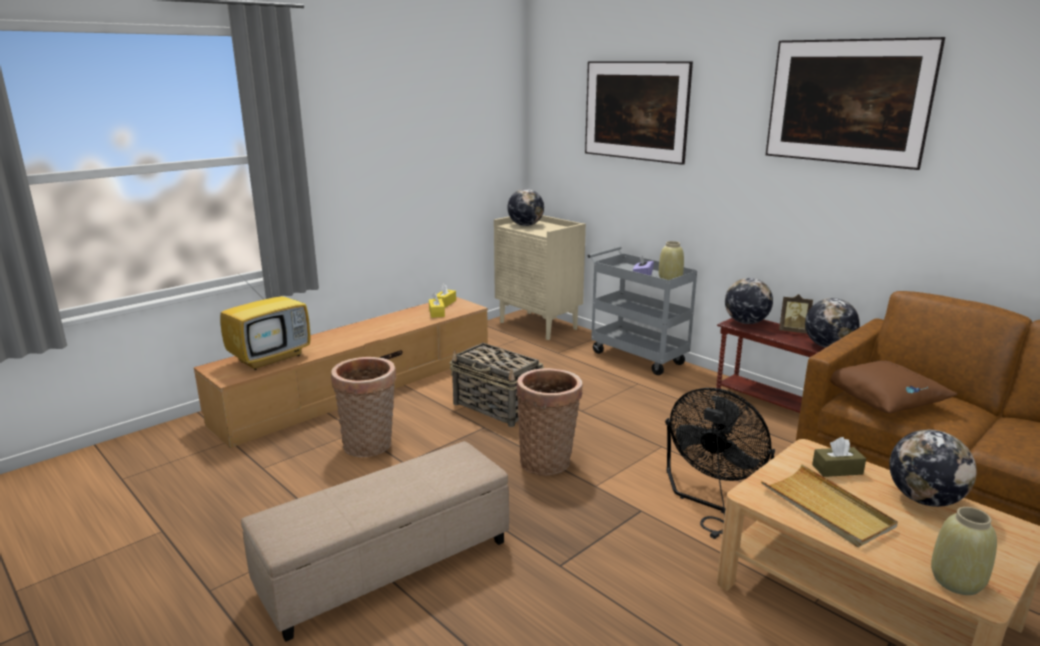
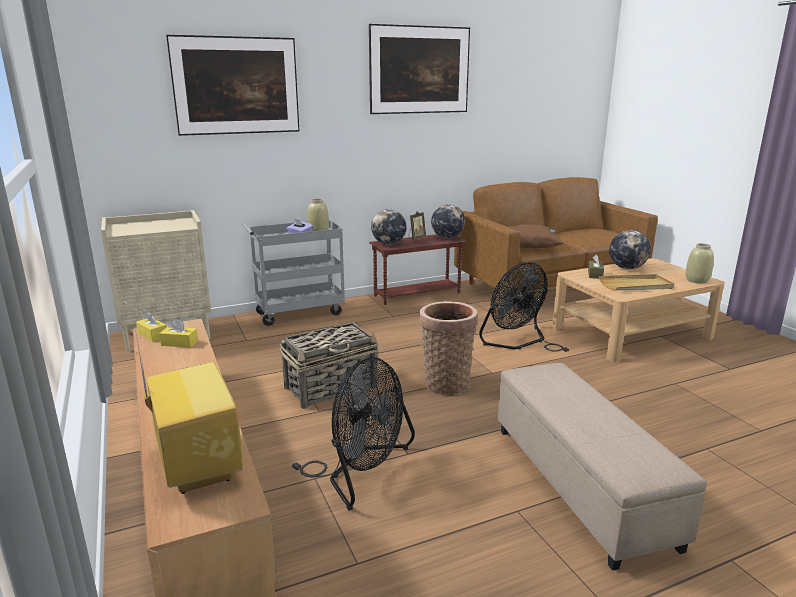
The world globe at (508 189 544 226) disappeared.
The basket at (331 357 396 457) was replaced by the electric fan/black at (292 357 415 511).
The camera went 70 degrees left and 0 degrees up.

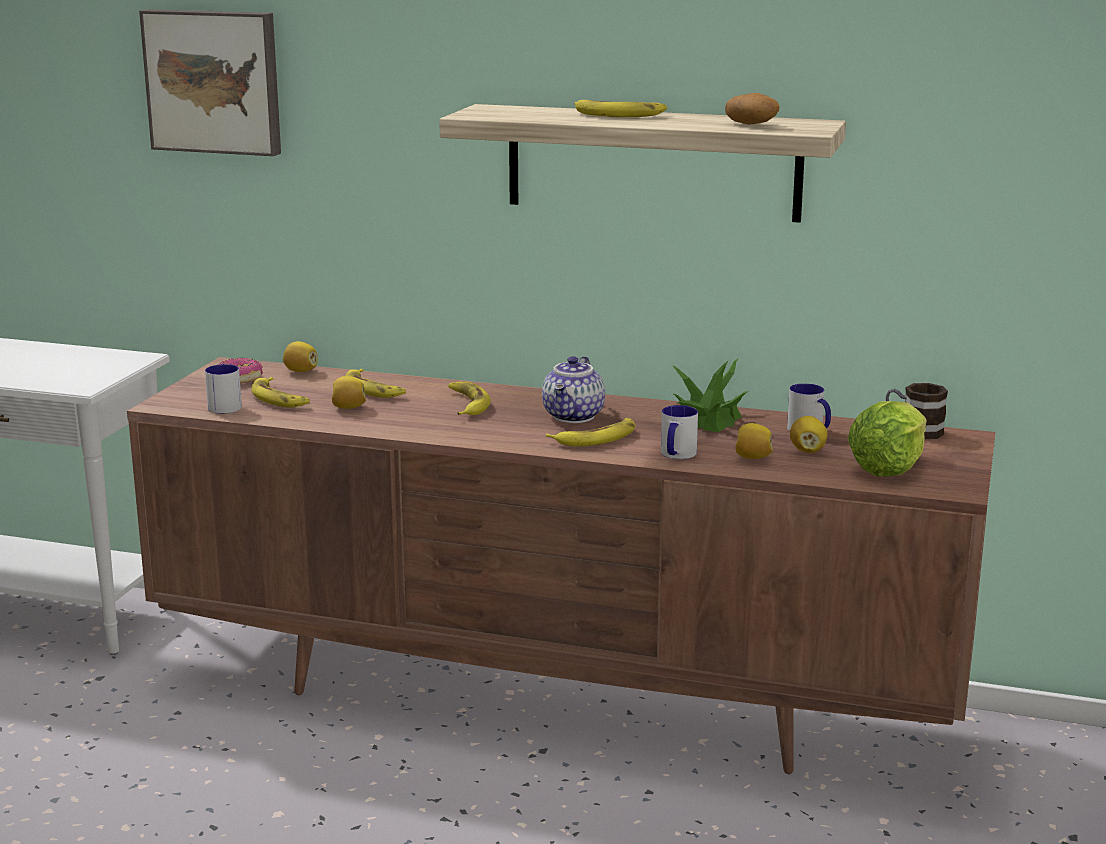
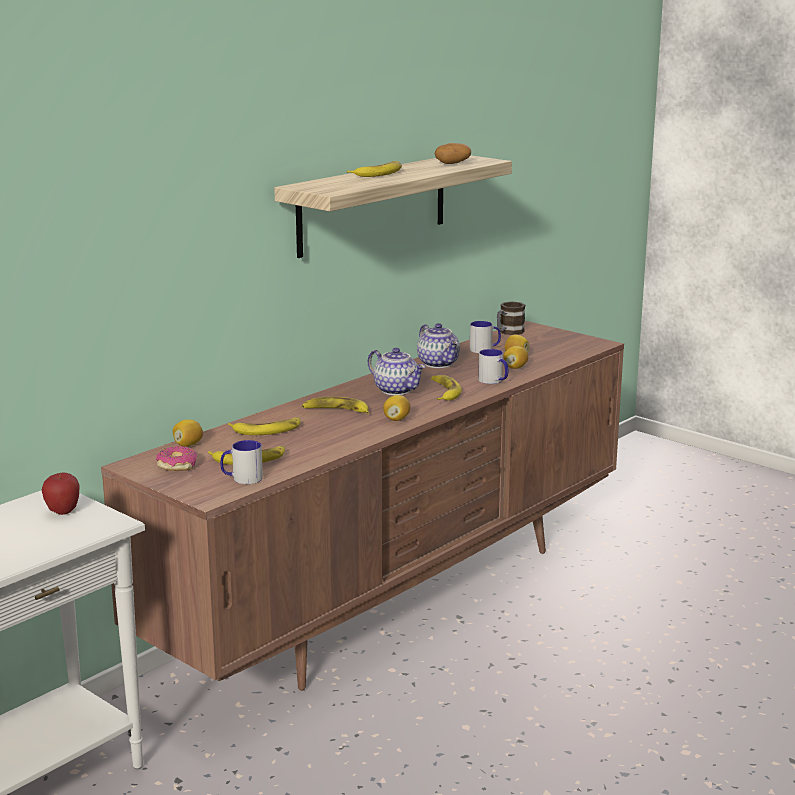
The wall picture at (139 9 281 156) disappeared.
The potted plant at (671 358 749 432) was replaced by the teapot at (417 323 460 368).
The lemon moved from (332 376 366 409) to (383 395 410 421).
The head of lettuce at (848 401 927 477) disappeared.
The apple fruit at (42 472 80 515) appeared.
The camera went 65 degrees left and 0 degrees up.

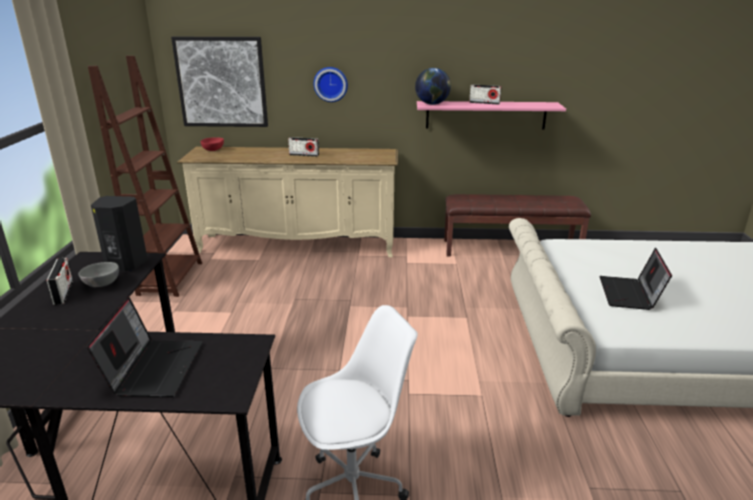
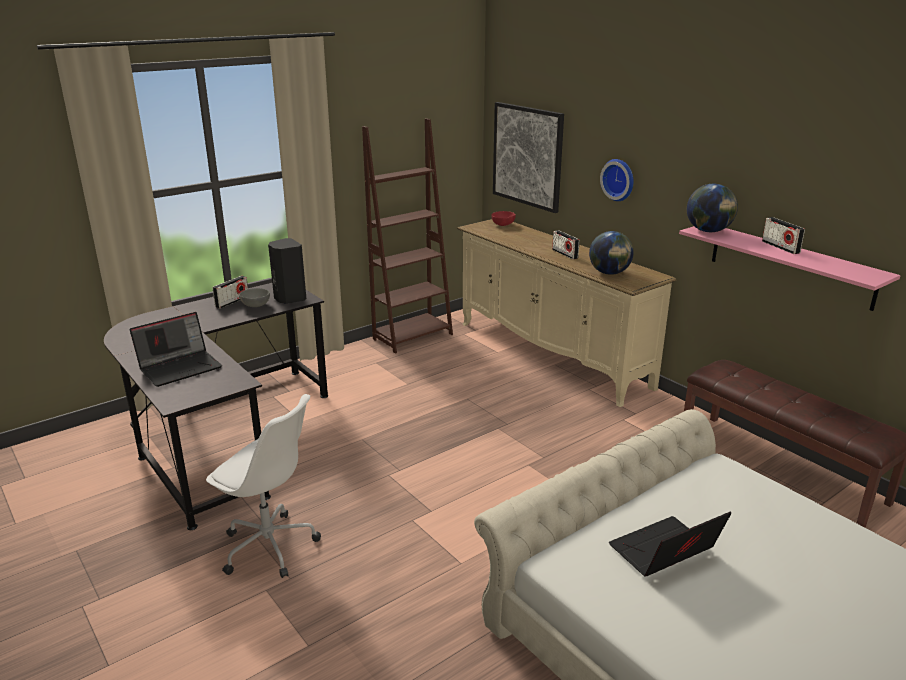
The world globe at (589 231 634 275) appeared.
The camera went 50 degrees right and 0 degrees up.

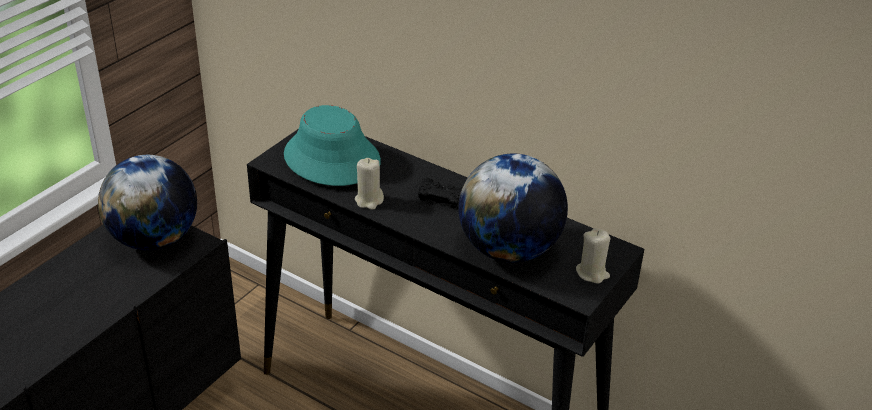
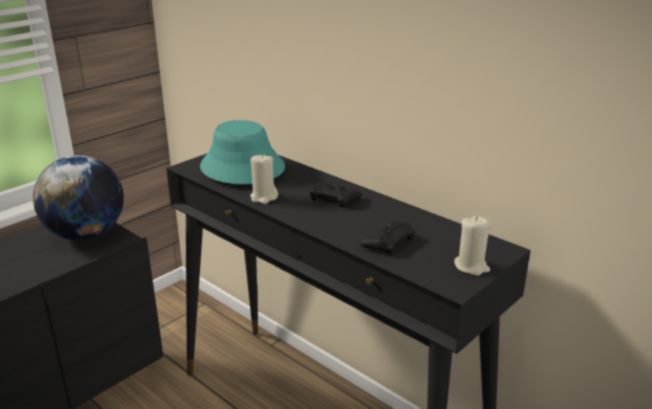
The world globe at (458 153 568 263) was replaced by the gamepad/black at (360 221 415 255).
The camera went 10 degrees right and 10 degrees down.

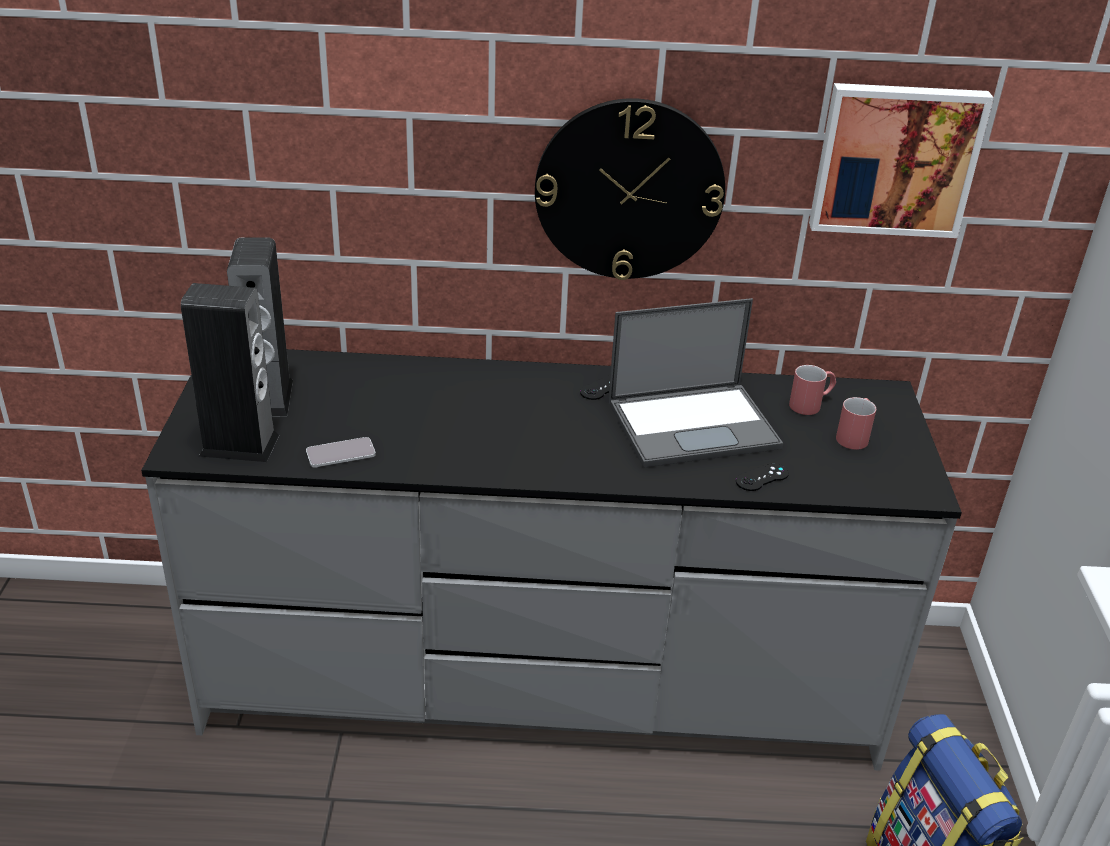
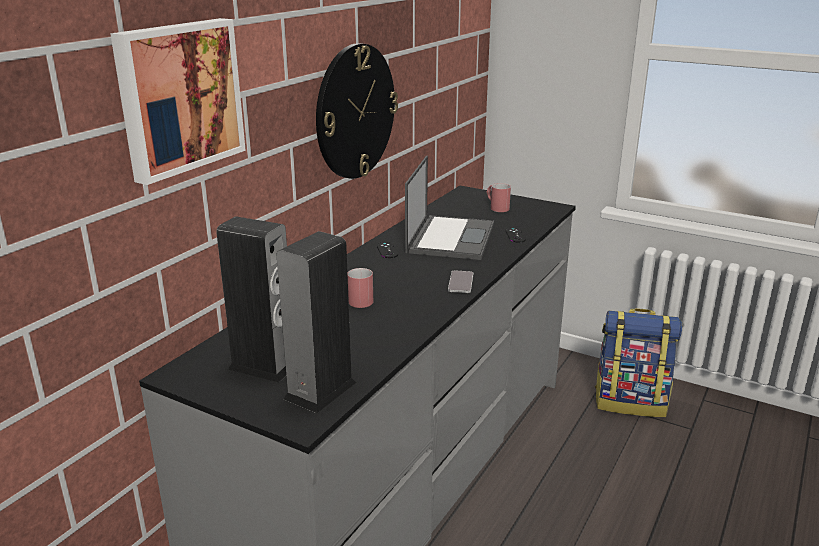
The wall picture moved from (809 83 994 238) to (110 18 246 185).
The mug/red-coloured moved from (789 365 836 415) to (347 268 373 308).
The handset moved from (306 437 376 468) to (448 271 473 293).
The camera went 60 degrees left and 10 degrees down.

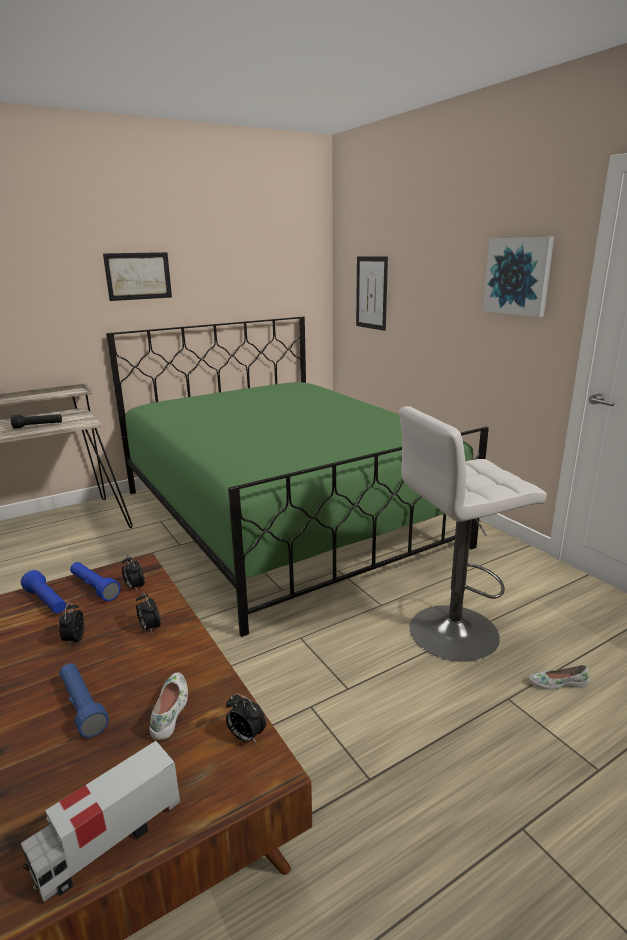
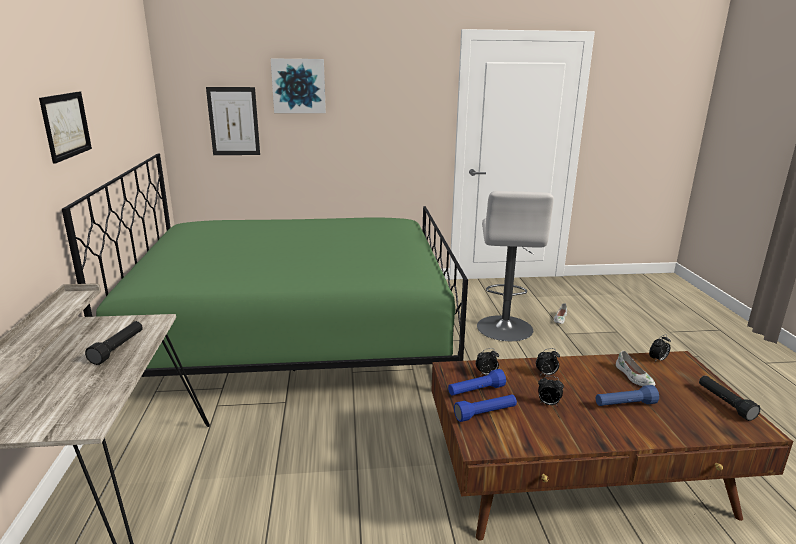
The wall picture moved from (483 237 554 317) to (271 58 326 113).
The shoe/white at (149 673 188 740) turned 135 degrees counterclockwise.
The model truck at (21 741 180 902) was replaced by the hand torch/black at (699 375 761 421).
The camera went 65 degrees left and 0 degrees up.

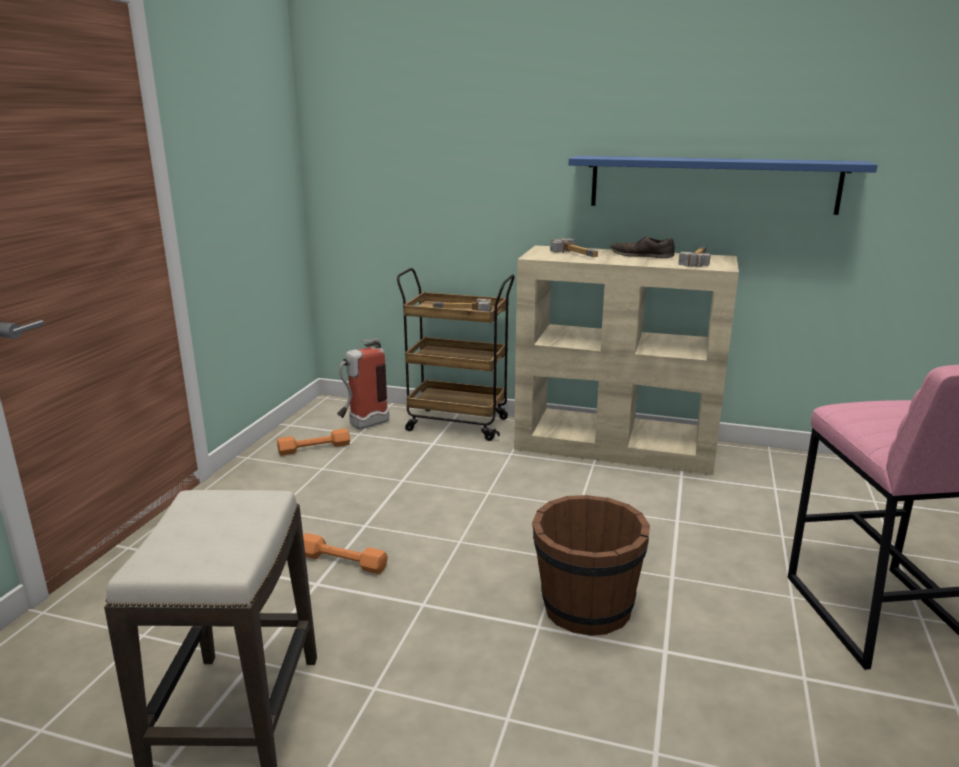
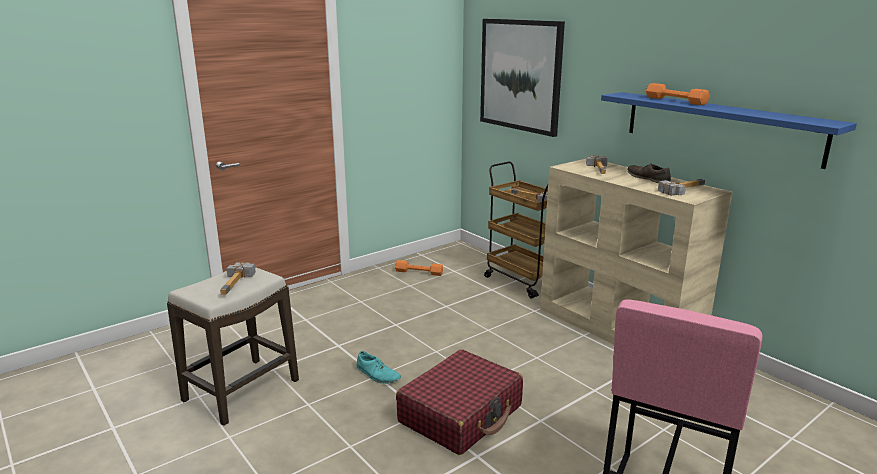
The fire-fighting cylinder at (337 338 390 429) disappeared.
The bucket/brown at (532 495 650 636) was replaced by the travel case/red-coloured at (396 349 523 455).
The free weight/orange-coloured moved from (303 533 388 574) to (646 83 710 105).
The wall picture at (480 19 565 137) appeared.
The hand hammer at (220 262 256 295) appeared.
The shoe/blue-green at (357 351 401 384) appeared.
The camera went 35 degrees right and 0 degrees up.

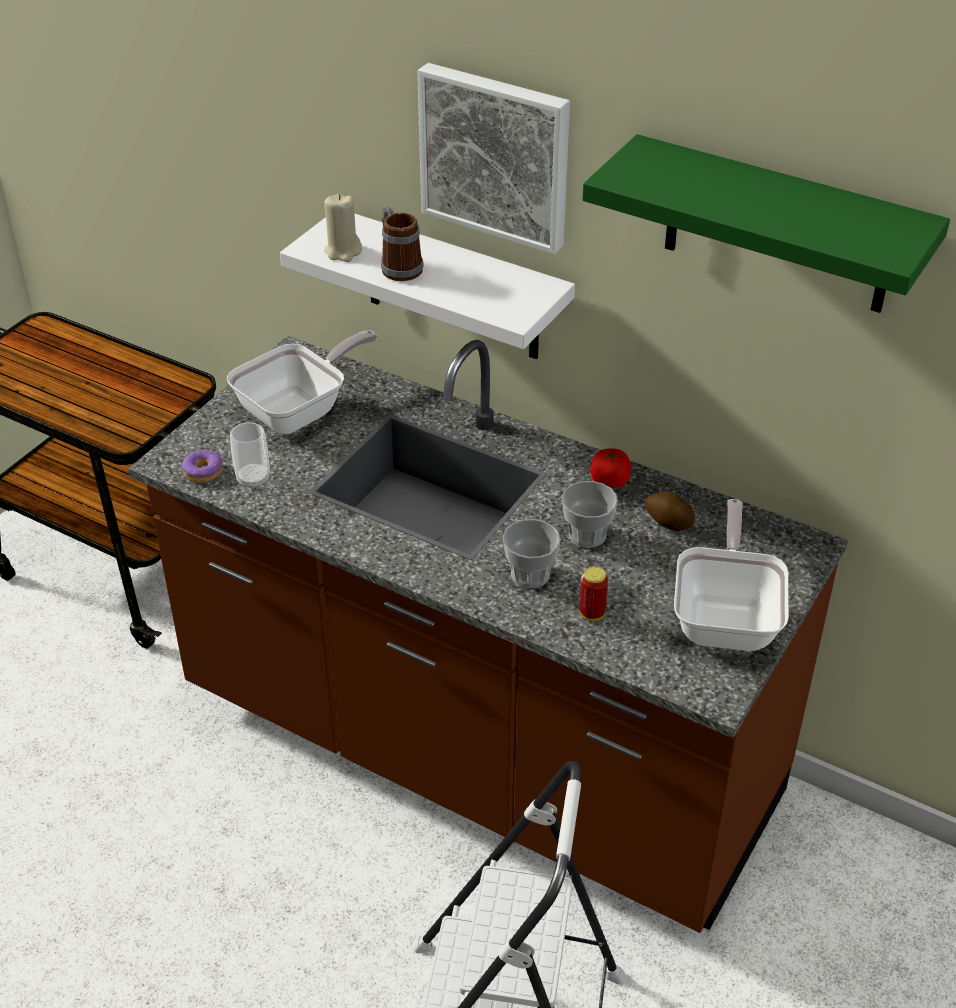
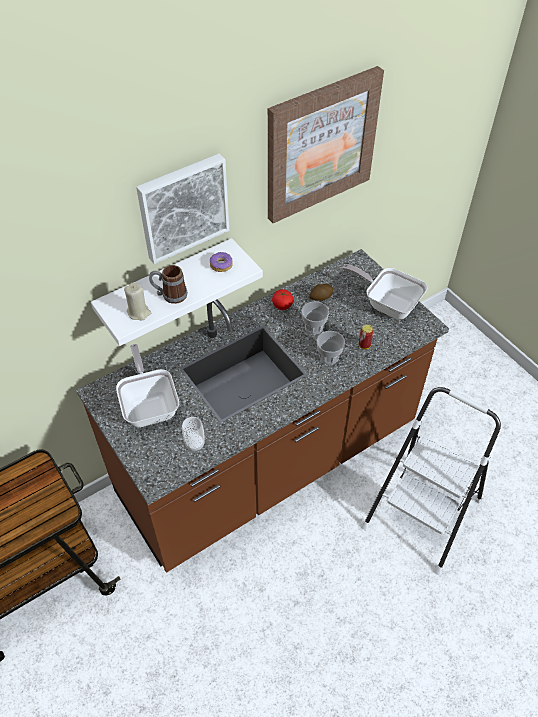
The bracket shelf/green-coloured at (582 134 950 313) was replaced by the wall picture at (268 66 384 223).
The donut moved from (182 450 222 483) to (210 252 233 272).
The camera went 65 degrees left and 10 degrees up.

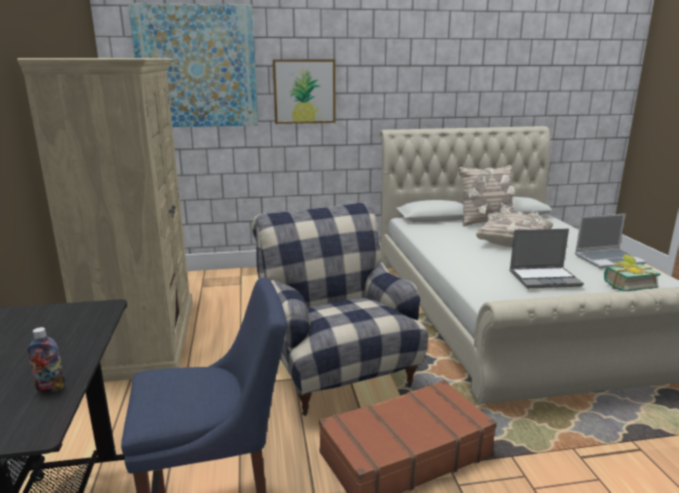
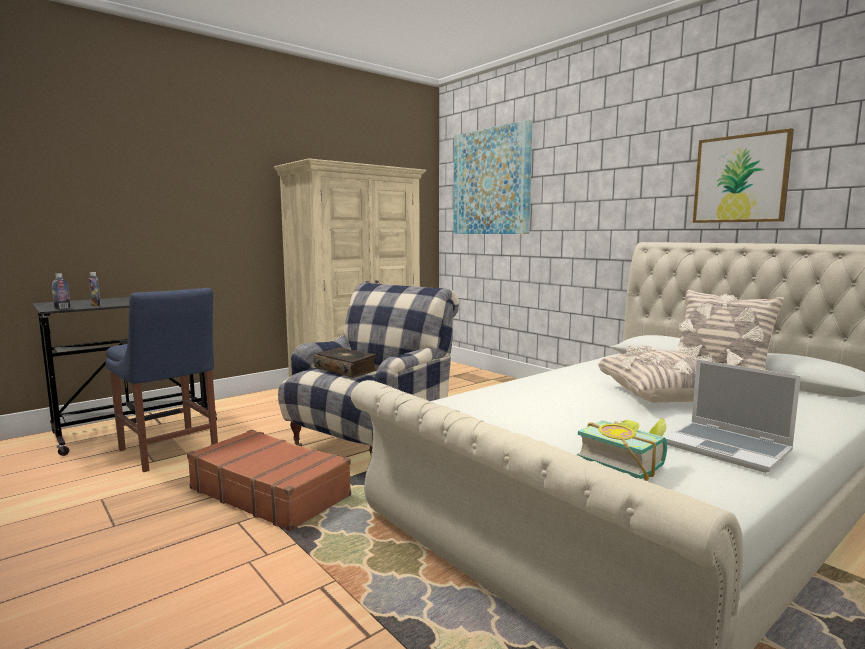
The wall picture moved from (273 59 336 124) to (693 128 794 223).
The notebook computer at (509 229 584 288) disappeared.
The bottle at (52 274 71 309) appeared.
The book at (314 347 377 378) appeared.
The camera went 60 degrees right and 10 degrees down.

